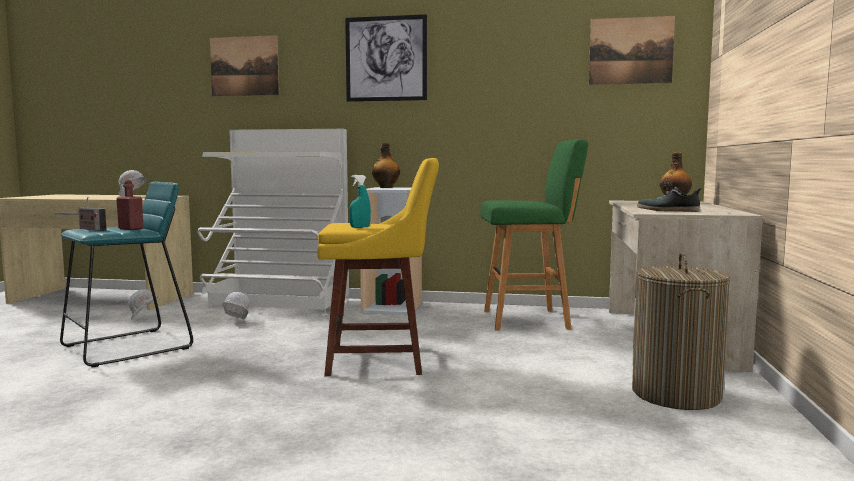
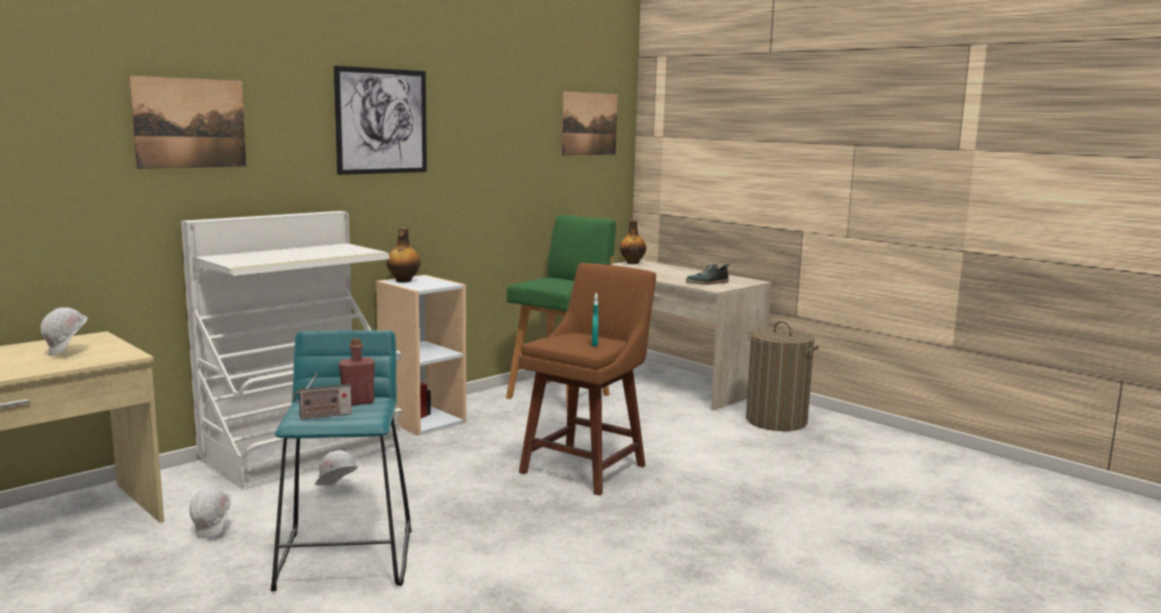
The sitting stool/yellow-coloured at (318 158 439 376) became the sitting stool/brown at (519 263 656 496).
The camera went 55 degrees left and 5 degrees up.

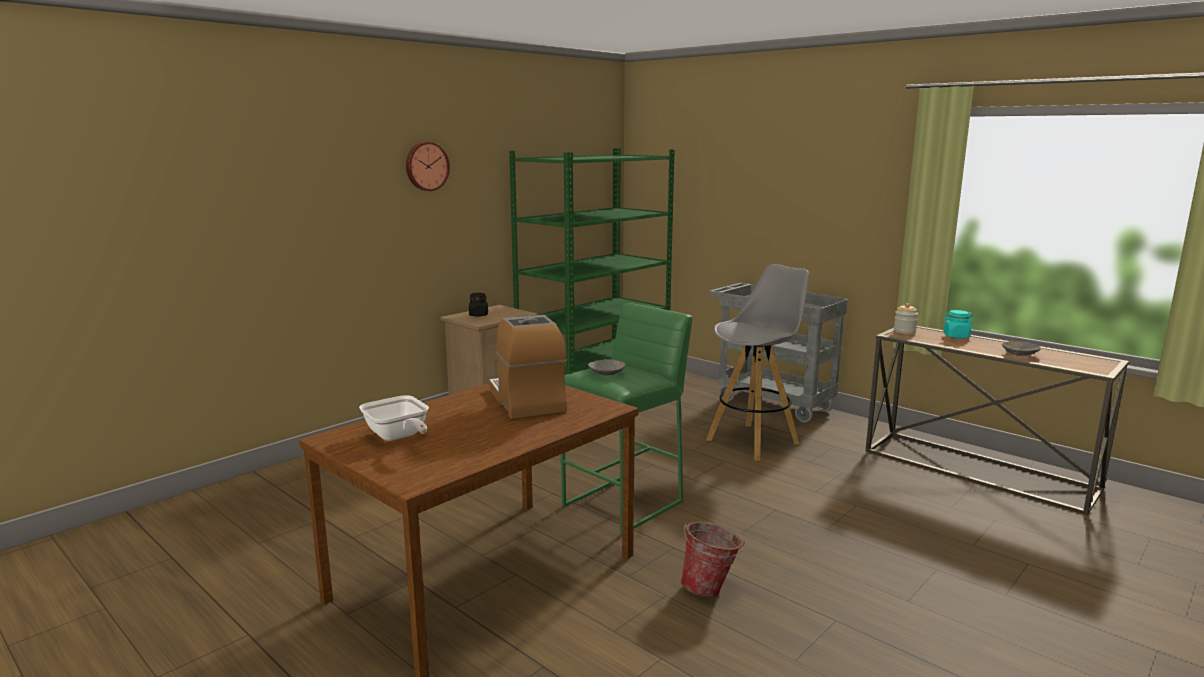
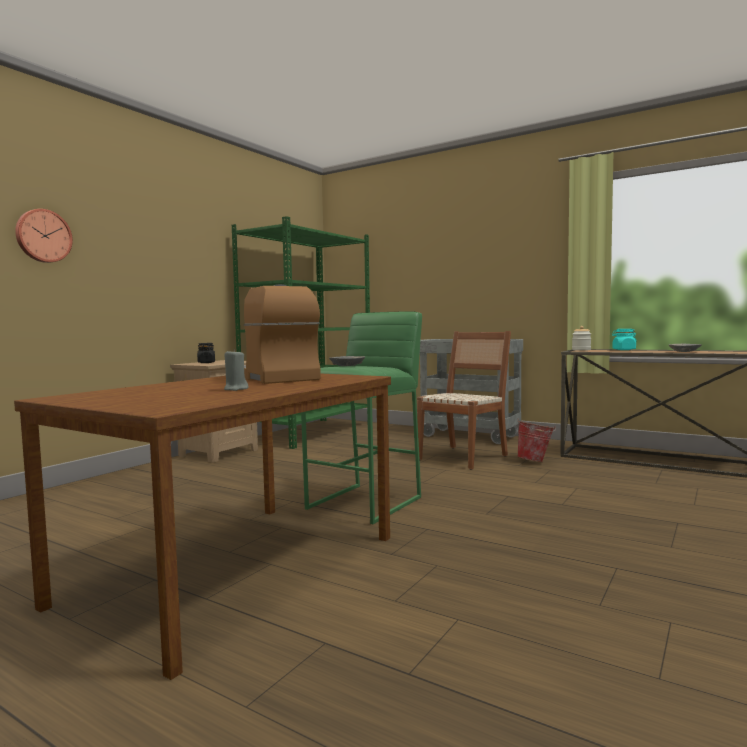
The clock on the wall moved from (406 142 450 191) to (15 209 73 263).
The sitting stool/gray at (706 264 809 461) was replaced by the chair at (417 331 511 470).
The skillet at (359 395 429 441) disappeared.
The bucket moved from (681 522 745 597) to (517 420 556 462).
The wax candle/gray at (224 349 248 391) appeared.
The camera went 10 degrees left and 10 degrees down.

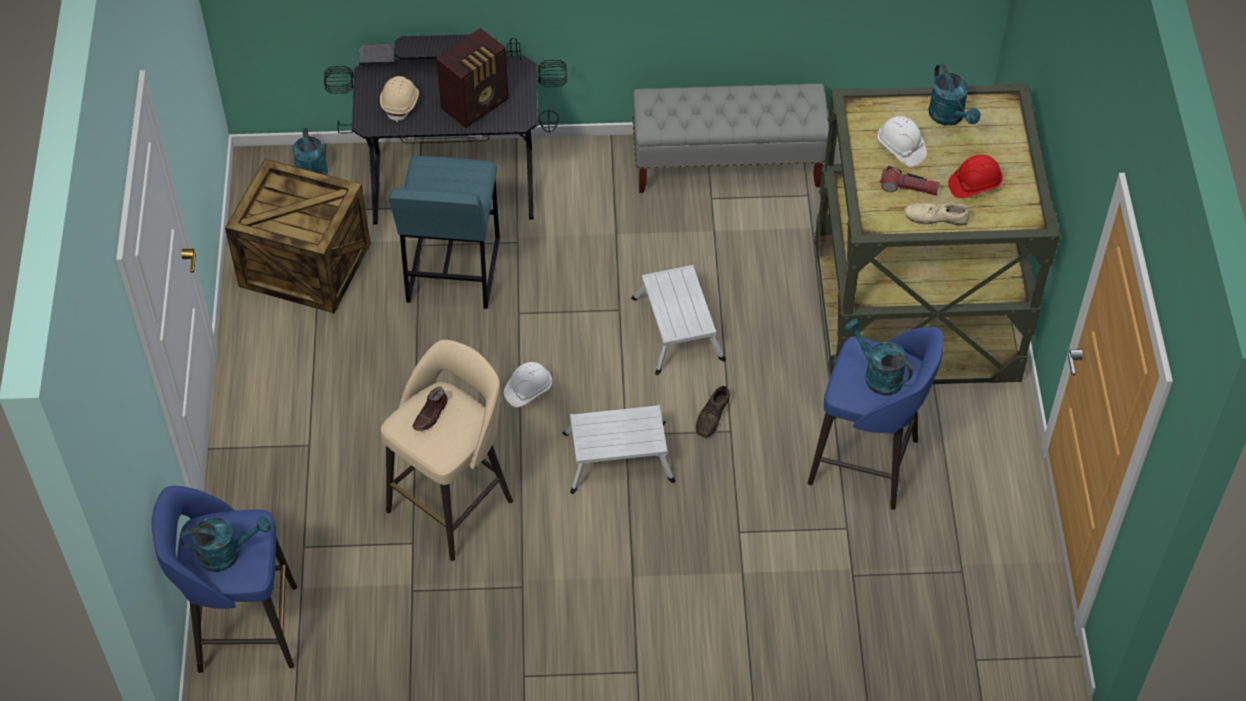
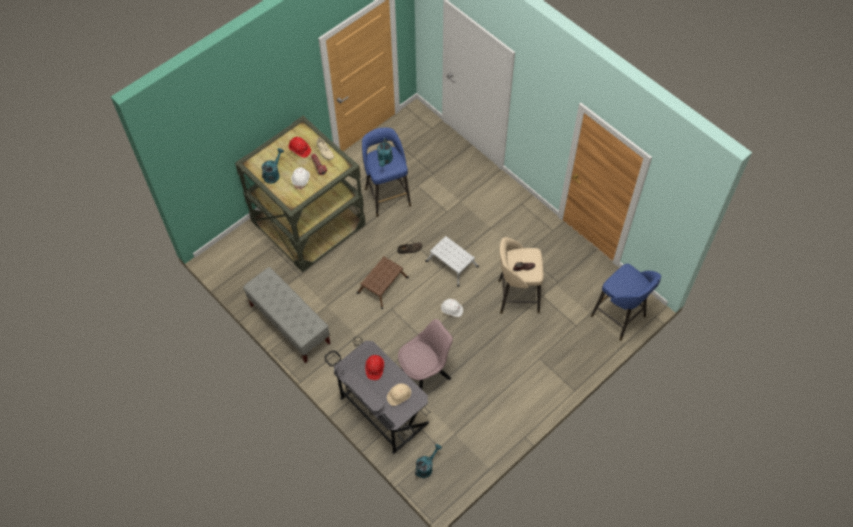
The radio receiver at (436 28 509 128) was replaced by the work helmet/red-coloured at (365 355 384 380).
The sitting stool/bluish at (389 156 500 309) was replaced by the chair/pink-coloured at (398 319 453 389).
The crate at (225 159 371 313) disappeared.
The step stool/white at (631 265 726 375) became the step stool/brown at (357 256 409 309).
The watering pot/blue-green at (181 516 271 572) disappeared.
The camera went 130 degrees left and 5 degrees up.

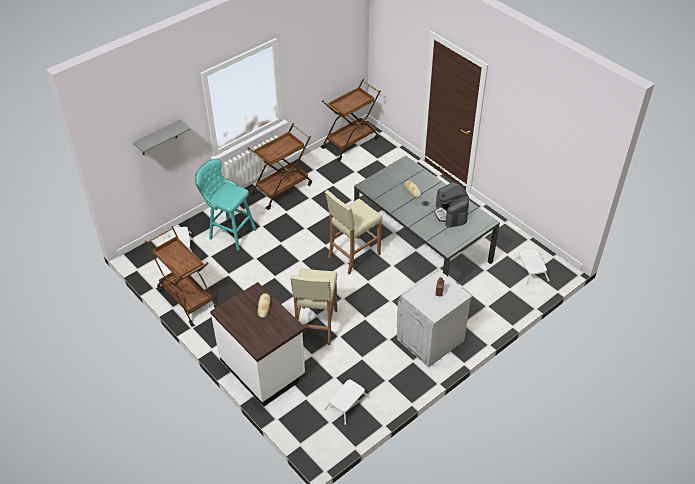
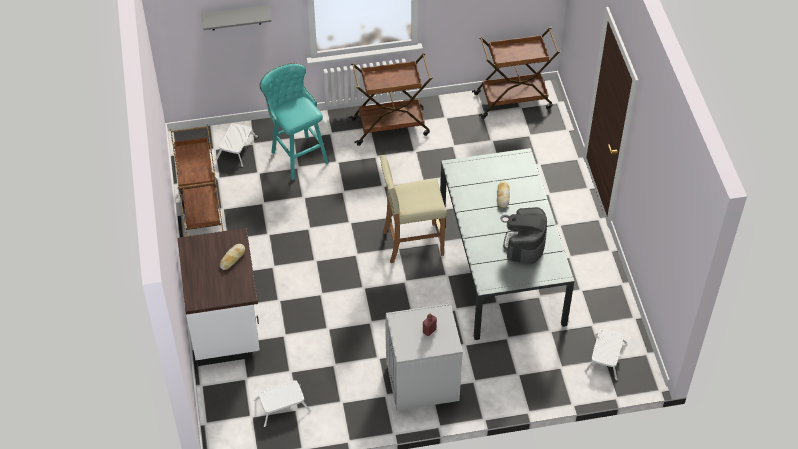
The sitting stool/beige-coloured at (290 268 337 345) disappeared.
The camera went 30 degrees right and 5 degrees up.

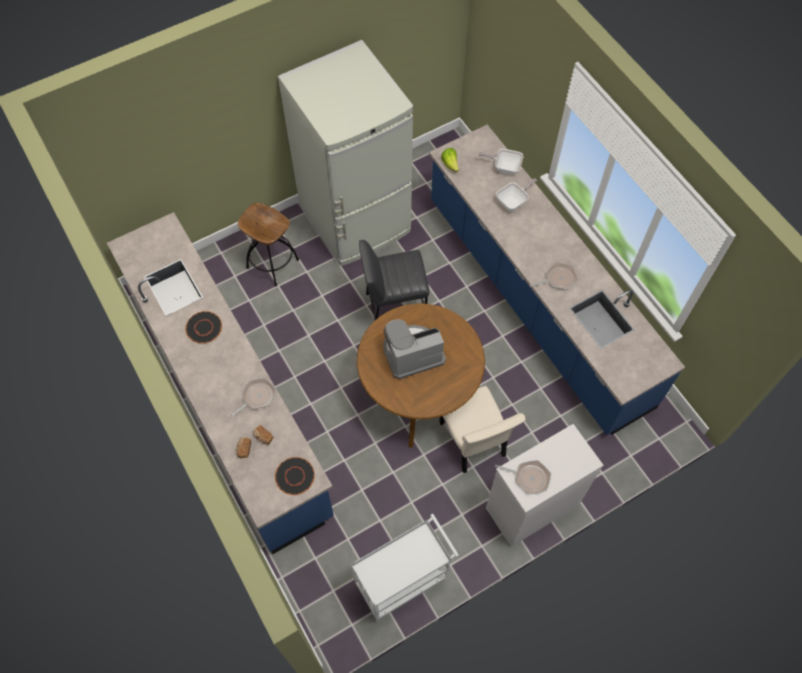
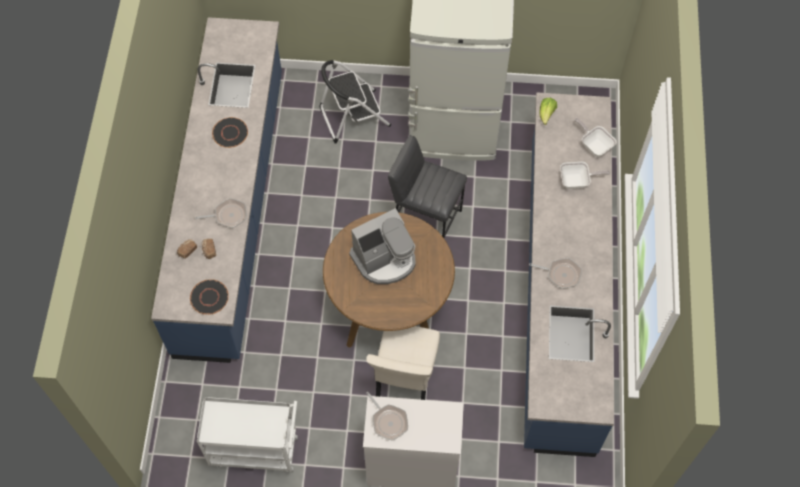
The sitting stool/brown at (238 203 299 286) was replaced by the step stool at (319 60 391 144).
The coffee machine at (383 319 446 379) turned 135 degrees clockwise.
The camera went 35 degrees right and 0 degrees up.

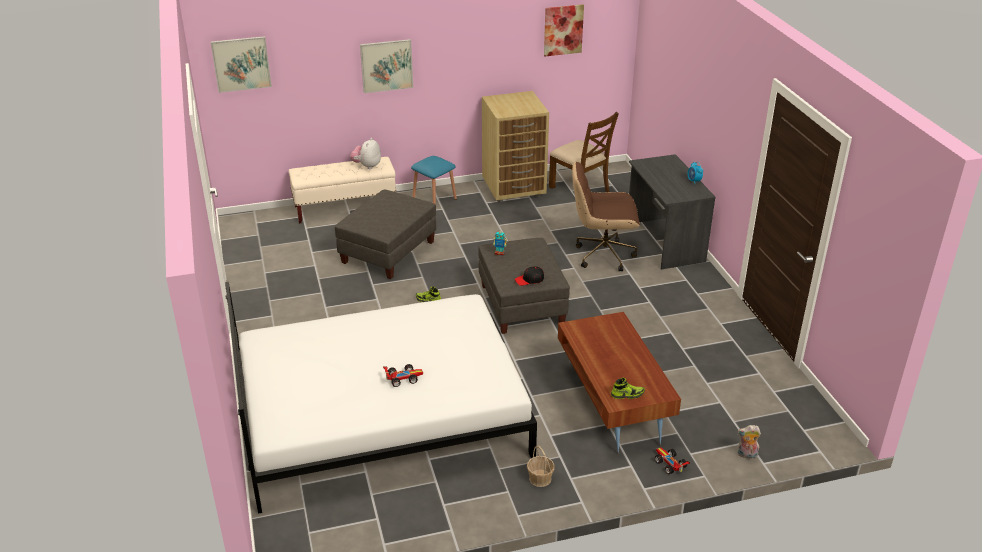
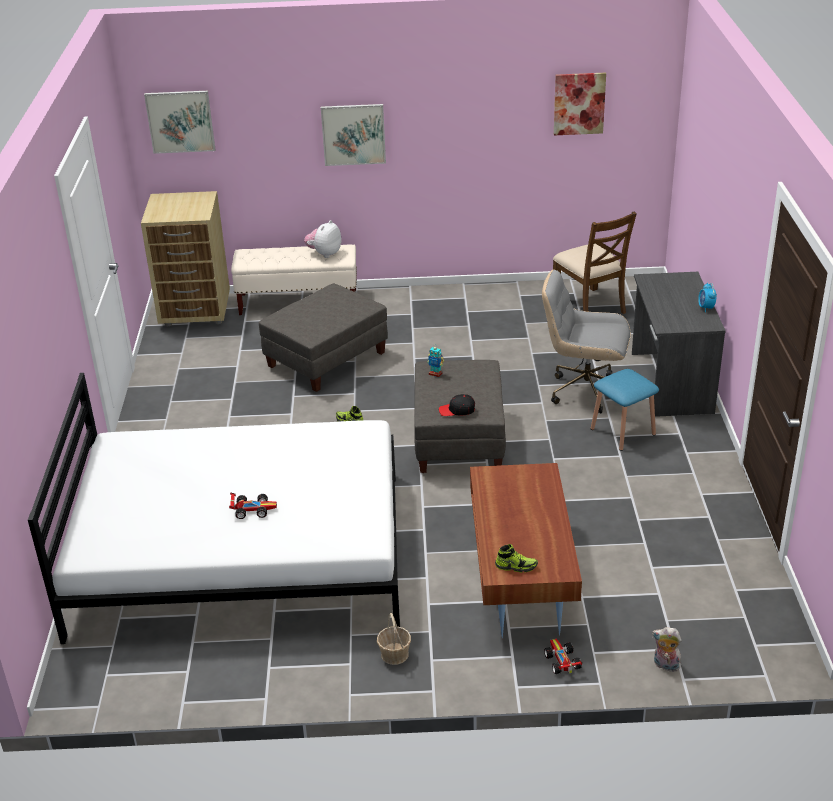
The drawer chest/brown moved from (482 91 549 202) to (141 191 230 326).
The sitting stool/bluish moved from (411 156 457 205) to (590 369 659 451).
The desk chair/brown at (572 162 640 271) became the desk chair/gray at (542 269 631 414).
The camera went 15 degrees right and 0 degrees up.

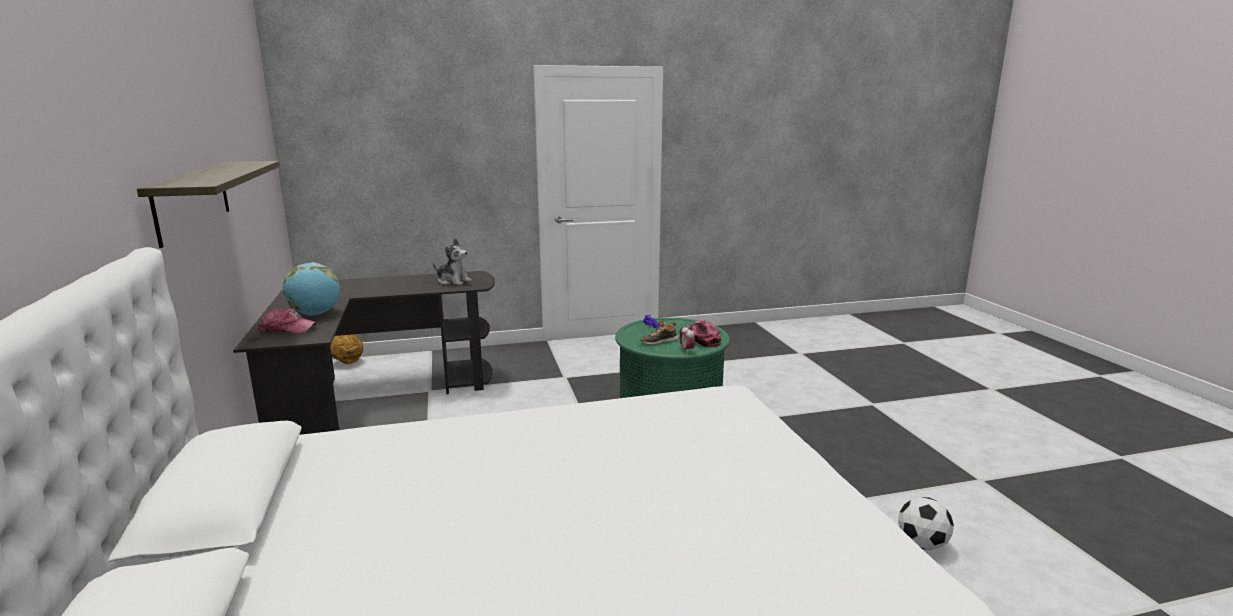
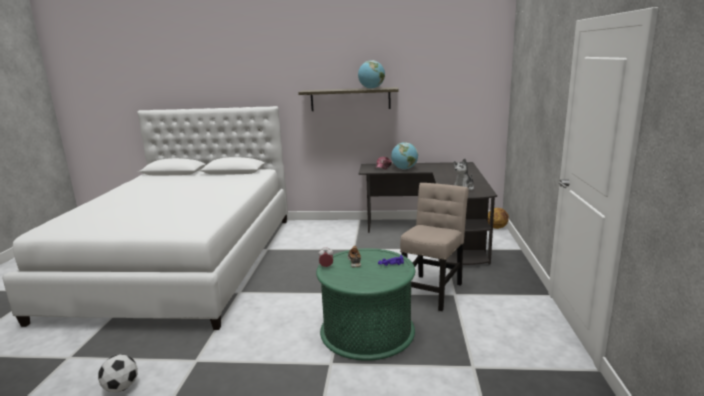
The peaked cap at (679 320 721 348) disappeared.
The world globe at (358 60 385 89) appeared.
The chair/beige-coloured at (400 183 469 311) appeared.
The camera went 110 degrees right and 0 degrees up.

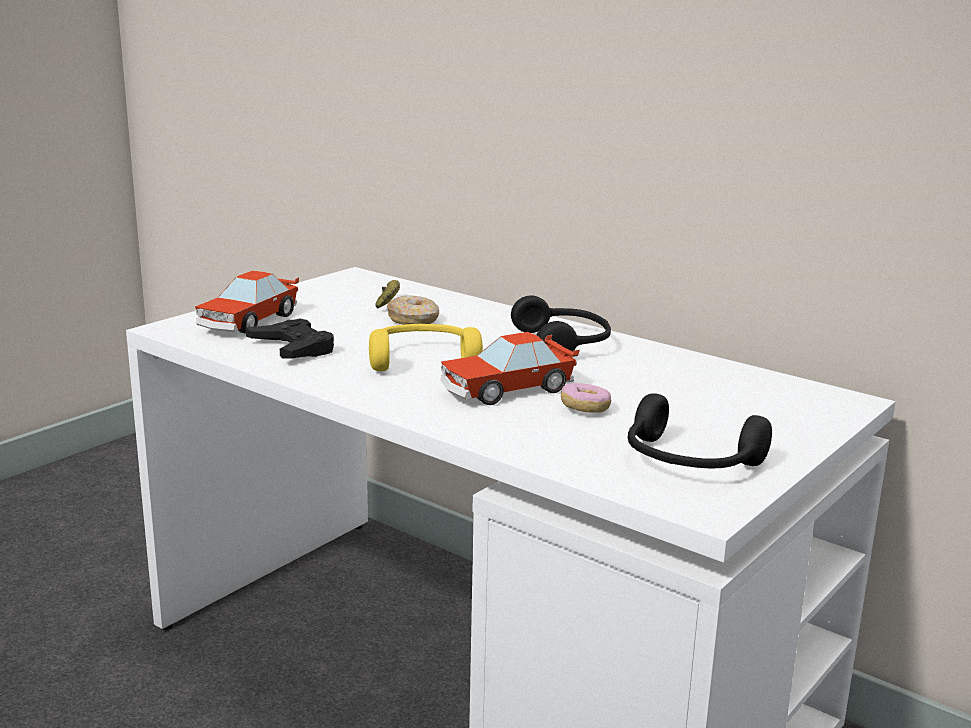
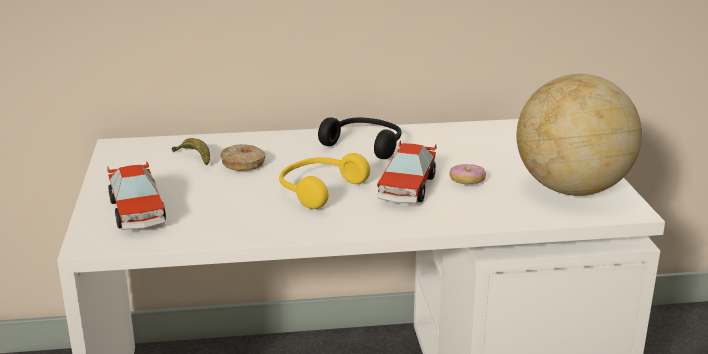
The gamepad/black at (246 318 334 359) disappeared.
The headset/black at (628 393 772 469) was replaced by the world globe at (517 74 642 196).
The camera went 45 degrees left and 5 degrees up.

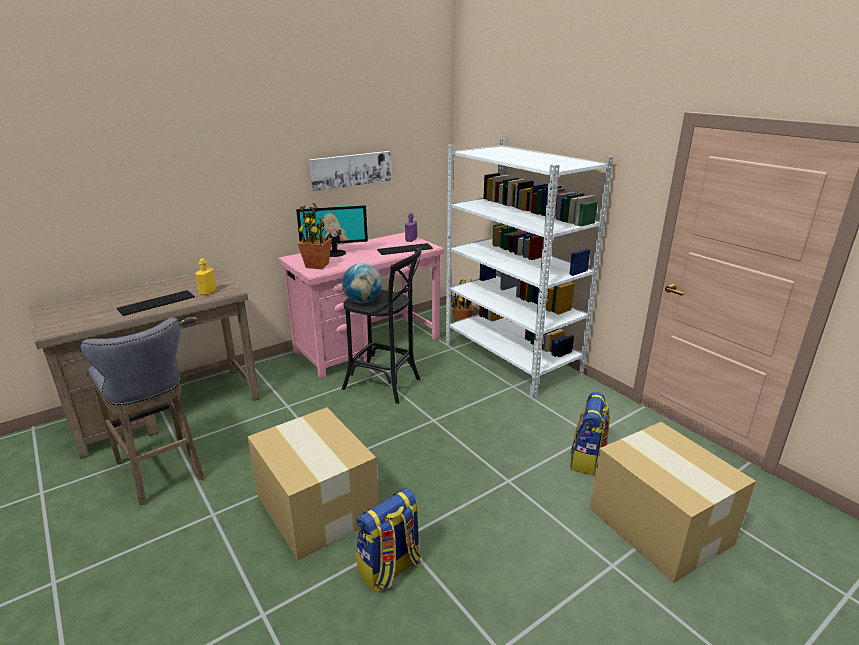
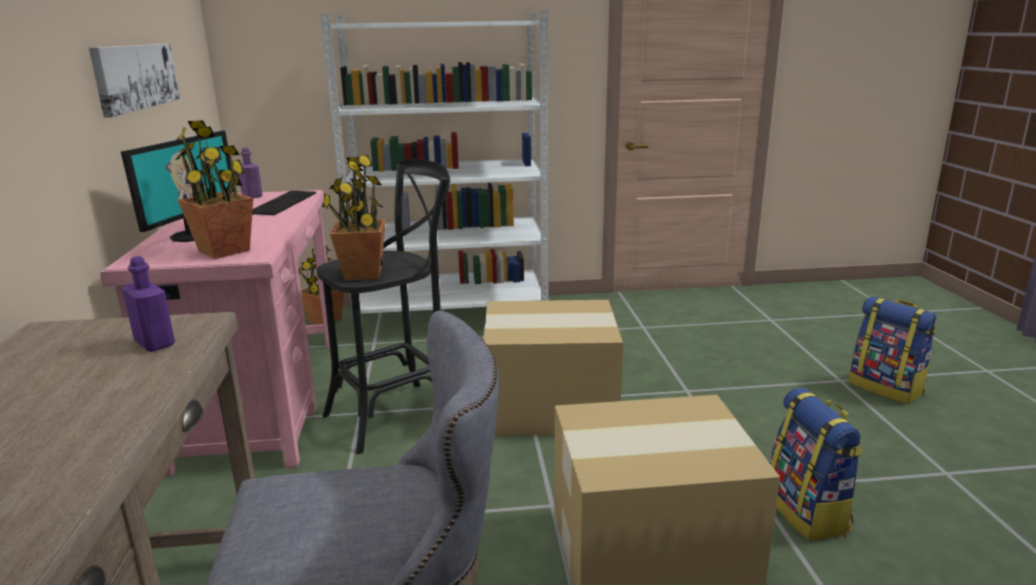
The bottle/yellow-coloured at (195 259 216 295) became the bottle/purple-coloured at (122 256 175 352).
The world globe at (342 263 382 303) was replaced by the potted plant at (322 155 386 281).
The computer keyboard at (117 290 195 316) disappeared.
The knapsack moved from (570 392 610 475) to (849 296 937 404).
The packing box moved from (590 422 756 583) to (483 300 623 436).
The camera went 60 degrees left and 5 degrees down.

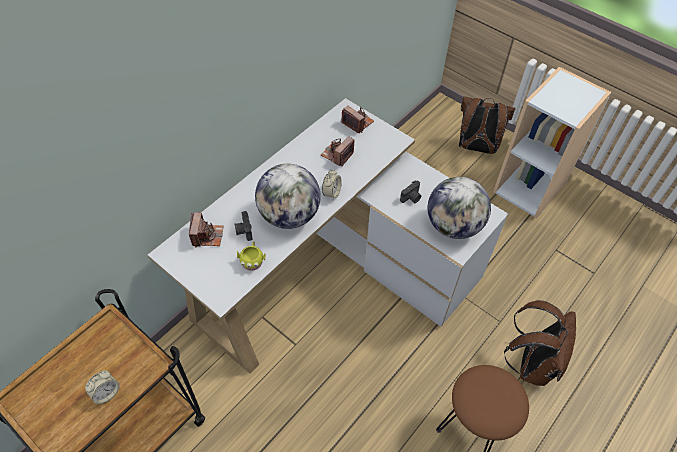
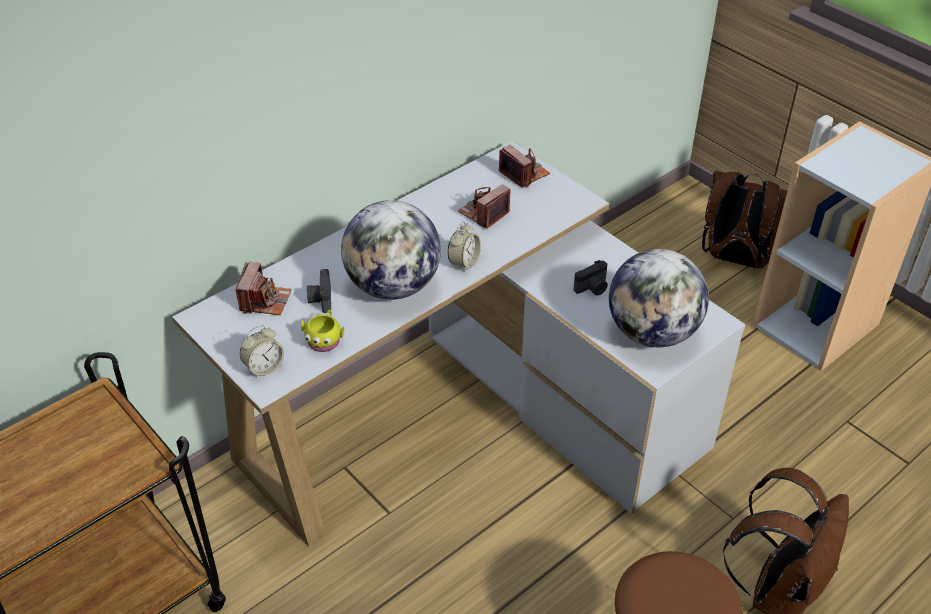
The alarm clock moved from (85 370 120 404) to (240 325 284 378).
The camera went 10 degrees right and 10 degrees down.

